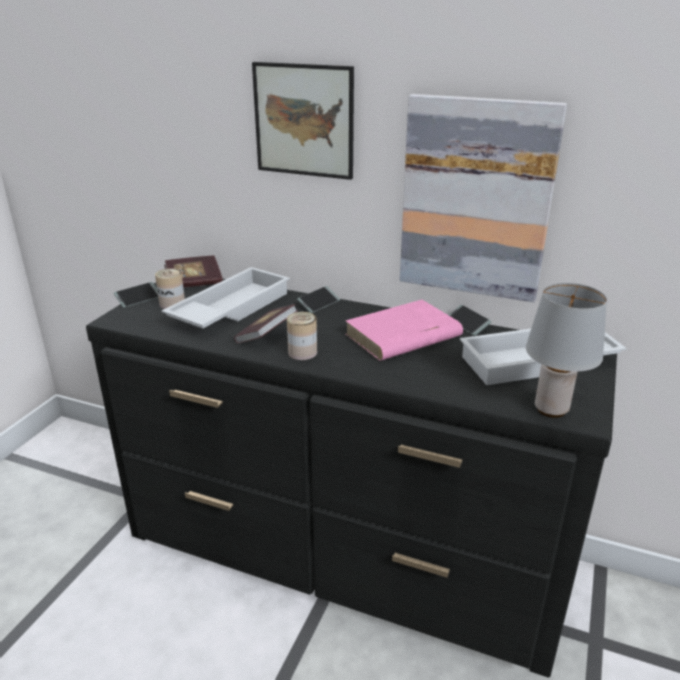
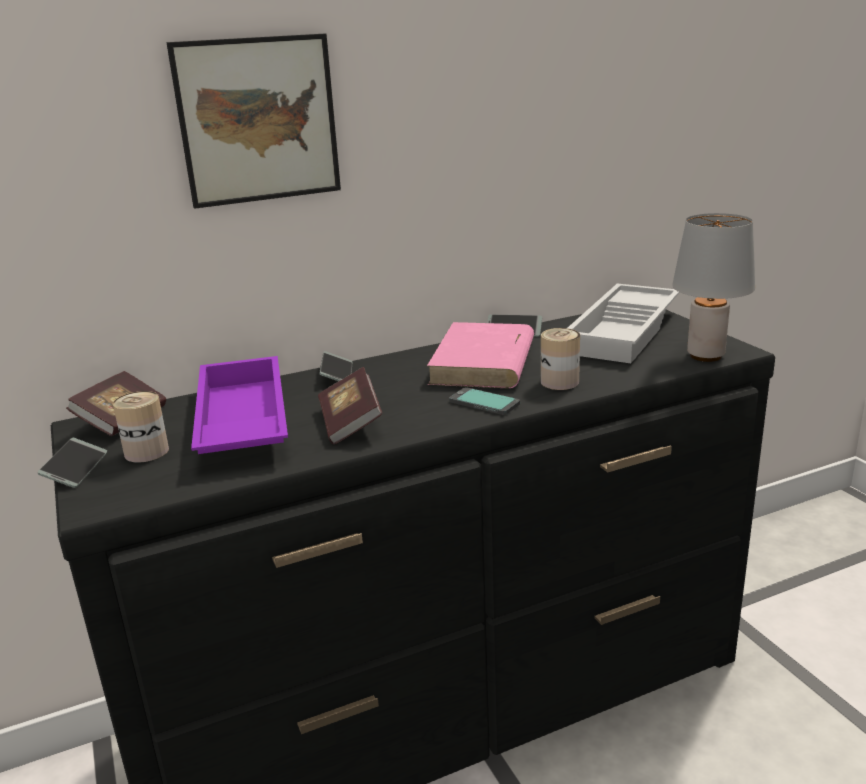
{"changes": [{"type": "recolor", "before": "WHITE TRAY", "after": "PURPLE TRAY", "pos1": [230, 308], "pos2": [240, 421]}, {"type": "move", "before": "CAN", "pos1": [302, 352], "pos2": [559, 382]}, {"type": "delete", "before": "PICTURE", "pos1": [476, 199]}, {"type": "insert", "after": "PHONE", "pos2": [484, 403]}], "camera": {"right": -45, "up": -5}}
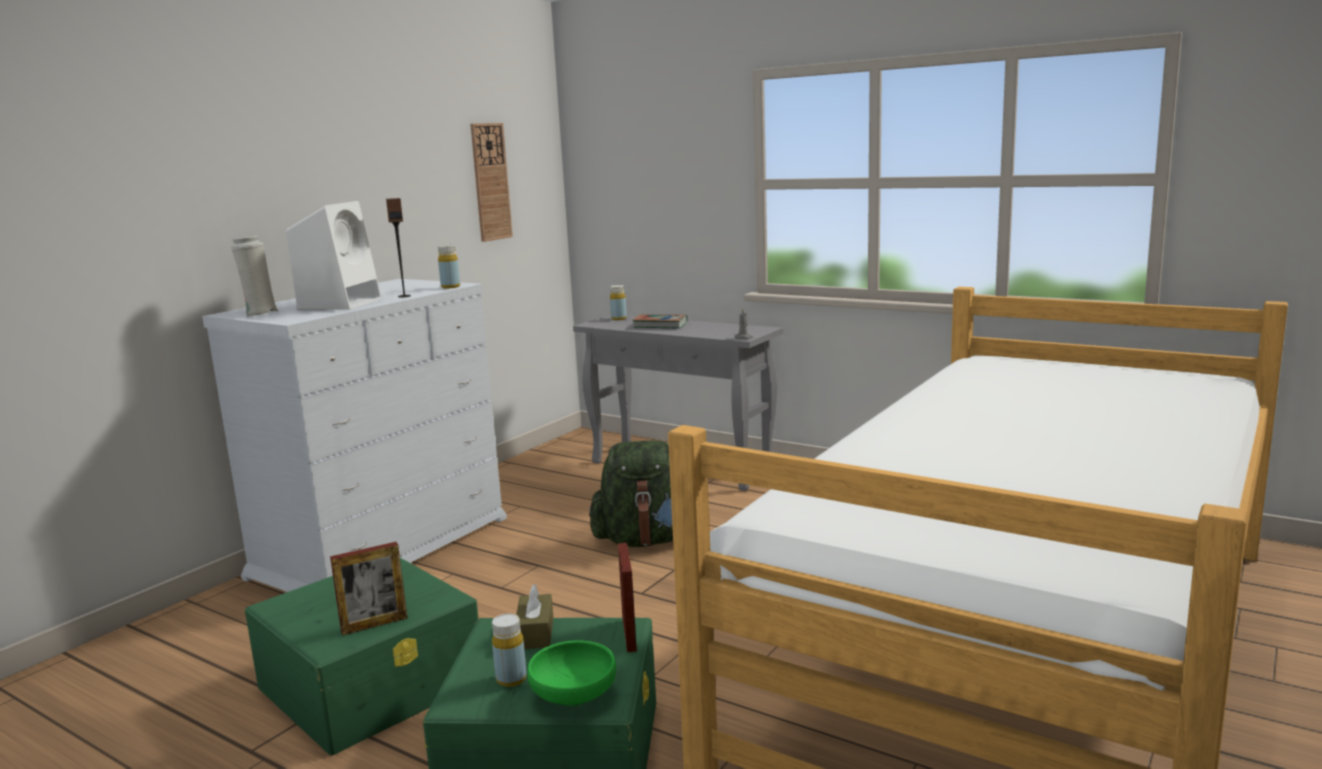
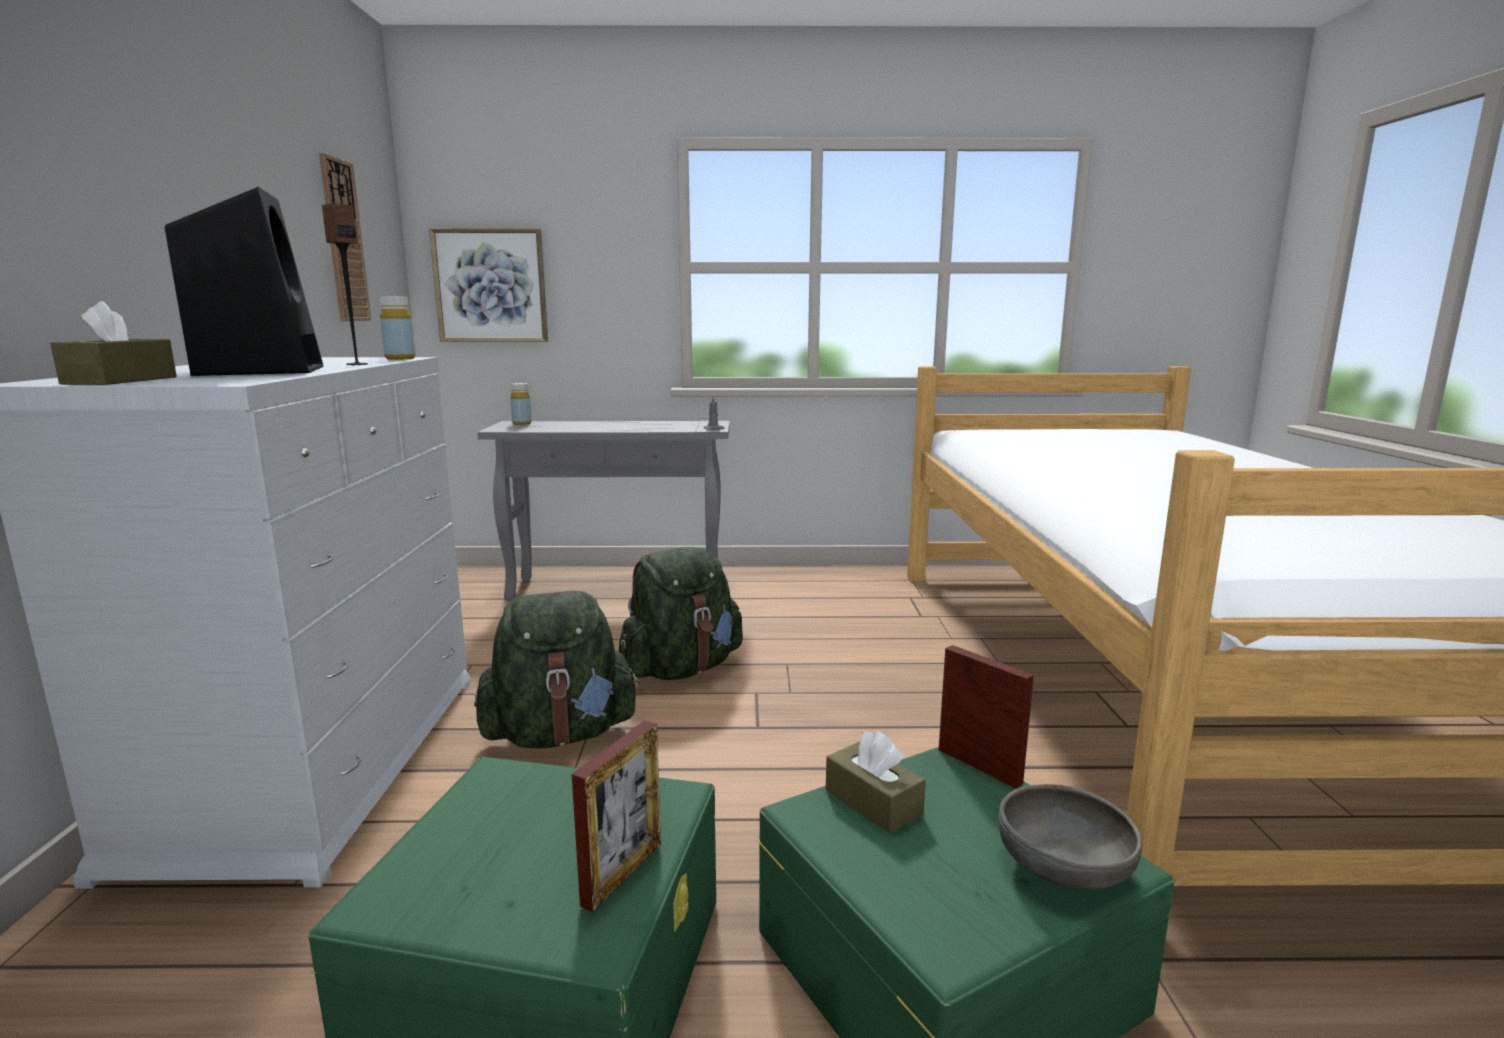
{"changes": [{"type": "replace", "before": "WHITE VASE", "after": "BROWN TISSUE BOX", "pos1": [260, 314], "pos2": [121, 380]}, {"type": "recolor", "before": "WHITE SPEAKER", "after": "BLACK SPEAKER", "pos1": [340, 303], "pos2": [261, 370]}, {"type": "delete", "before": "YELLOW BOTTLE", "pos1": [511, 679]}, {"type": "recolor", "before": "GREEN BOWL", "after": "GREY BOWL", "pos1": [574, 695], "pos2": [1062, 868]}, {"type": "delete", "before": "BOOK", "pos1": [660, 325]}, {"type": "insert", "after": "PICTURE", "pos2": [490, 286]}, {"type": "insert", "after": "GREEN BACKPACK", "pos2": [560, 734]}], "camera": {"right": -35, "up": 0}}
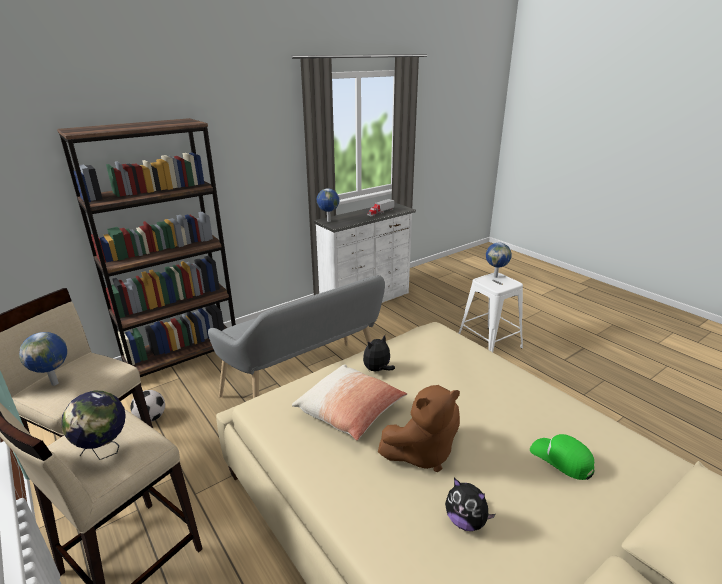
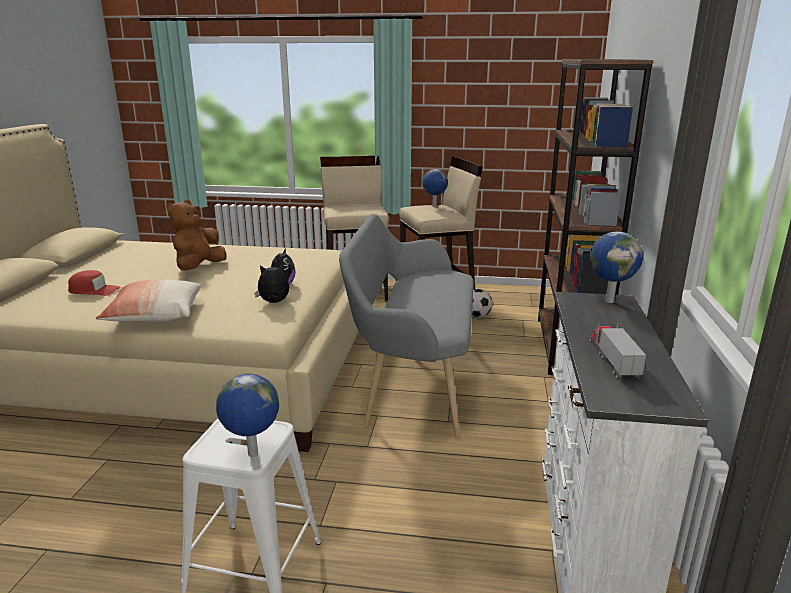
{"changes": [{"type": "delete", "before": "GLOBE", "pos1": [105, 451]}, {"type": "move", "before": "PILLOW", "pos1": [350, 411], "pos2": [155, 316]}, {"type": "move", "before": "PLUSH TOY", "pos1": [466, 521], "pos2": [274, 302]}, {"type": "recolor", "before": "GREEN CAP", "after": "RED CAP", "pos1": [561, 459], "pos2": [94, 290]}], "camera": {"right": 135, "up": -5}}
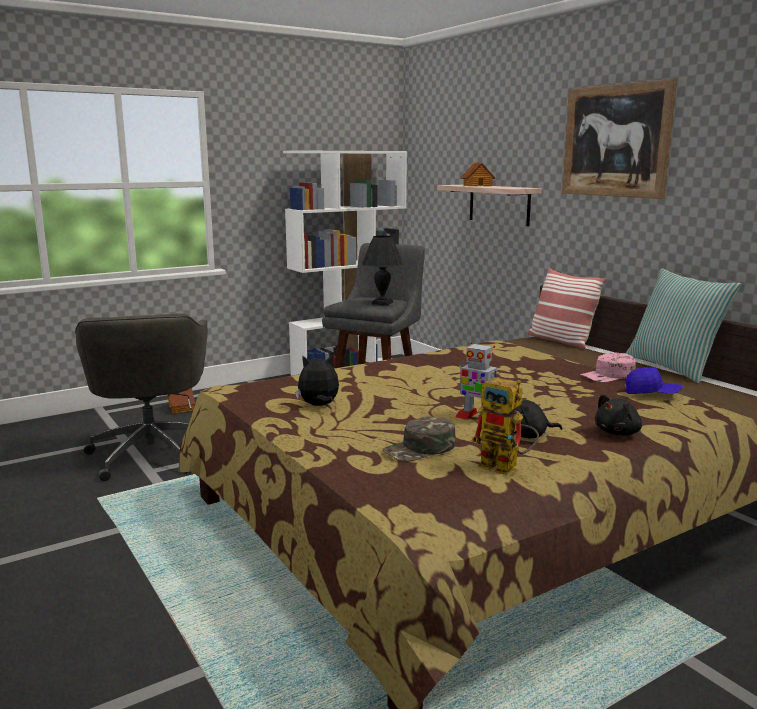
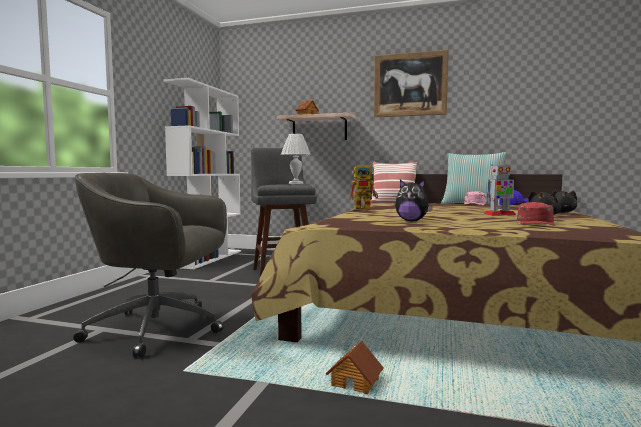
{"changes": [{"type": "rotate", "before": "GREY OFFICE CHAIR", "pos1": [152, 452], "pos2": [159, 329], "turn": 150}, {"type": "move", "before": "TOY HOUSE", "pos1": [182, 408], "pos2": [355, 382]}, {"type": "rotate", "before": "PLUSH TOY", "pos1": [319, 406], "pos2": [412, 221], "turn": -105}, {"type": "recolor", "before": "BLACK TABLE LAMP", "after": "WHITE TABLE LAMP", "pos1": [381, 303], "pos2": [295, 184]}, {"type": "recolor", "before": "GREEN CAP", "after": "RED CAP", "pos1": [420, 449], "pos2": [536, 223]}, {"type": "move", "before": "TOY ROBOT", "pos1": [506, 468], "pos2": [366, 209]}], "camera": {"right": -40, "up": -10}}
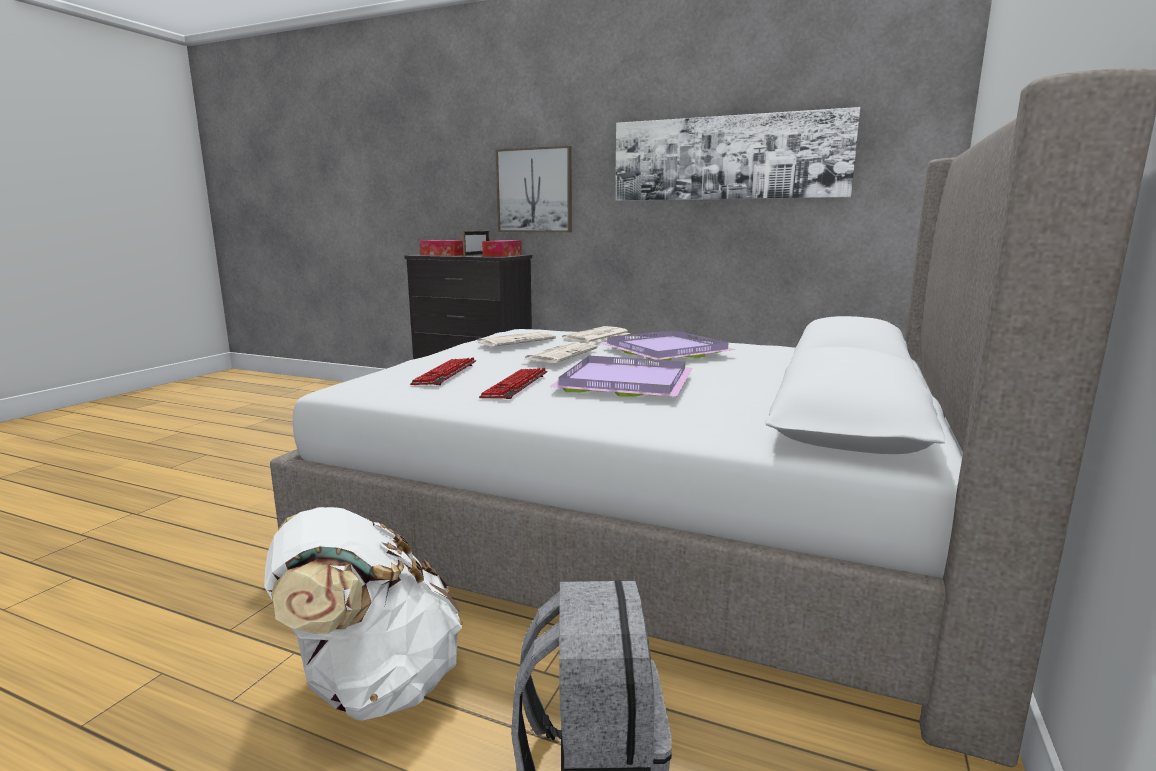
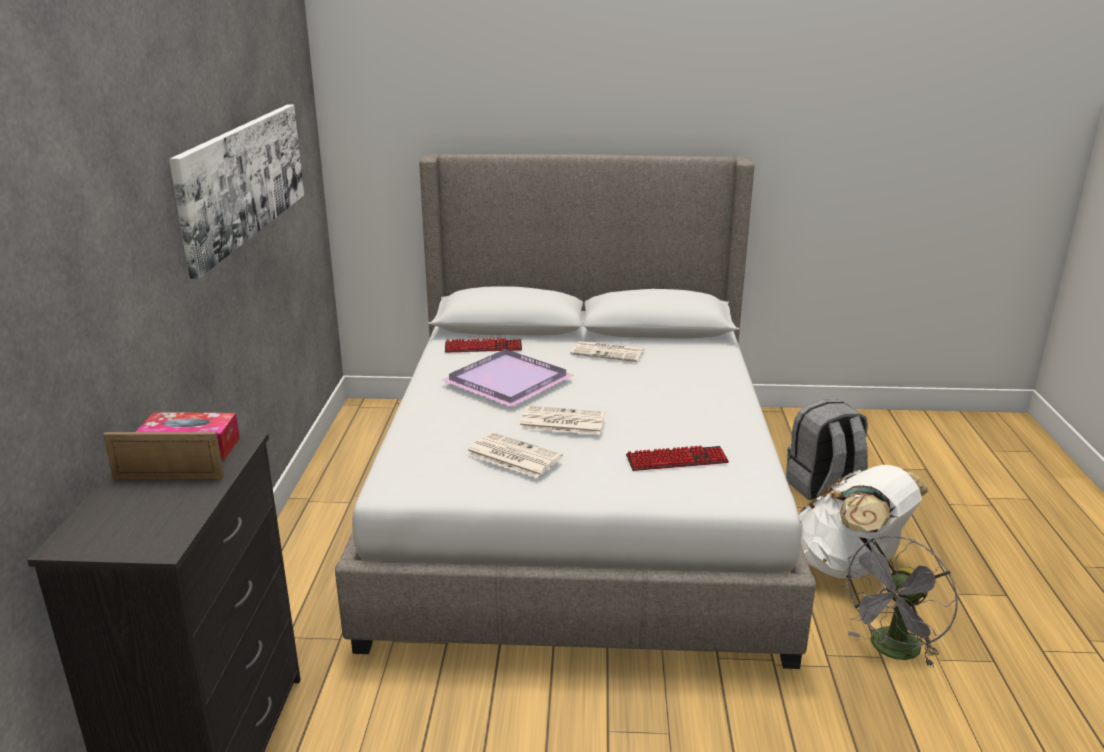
{"changes": [{"type": "delete", "before": "TISSUE BOX", "pos1": [443, 254]}, {"type": "move", "before": "KEYBOARD", "pos1": [515, 386], "pos2": [483, 347]}, {"type": "delete", "before": "PICTURE", "pos1": [534, 190]}, {"type": "delete", "before": "PURPLE TRAY", "pos1": [627, 382]}, {"type": "move", "before": "NEWSPAPER", "pos1": [596, 336], "pos2": [608, 352]}, {"type": "insert", "after": "GREY FAN", "pos2": [892, 651]}], "camera": {"right": -110, "up": 10}}
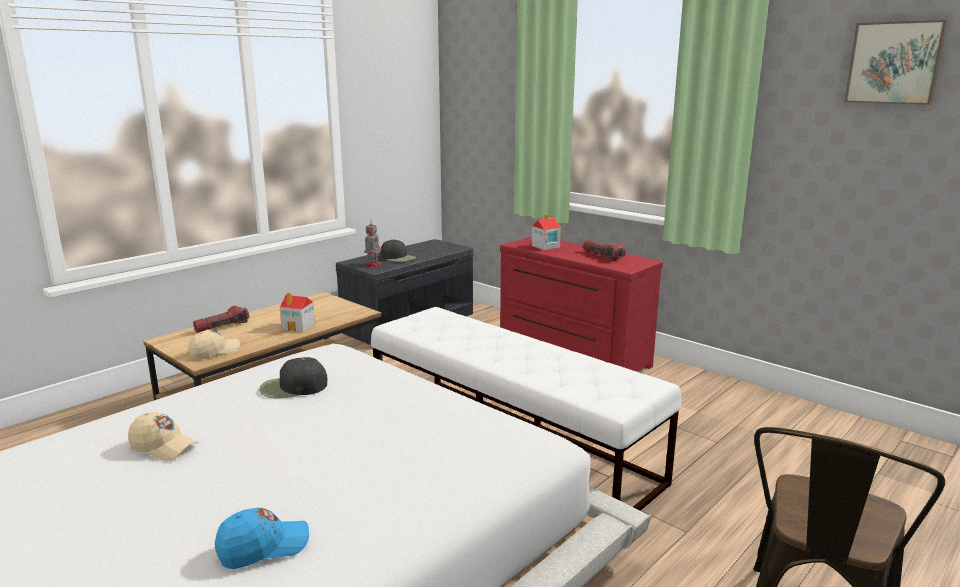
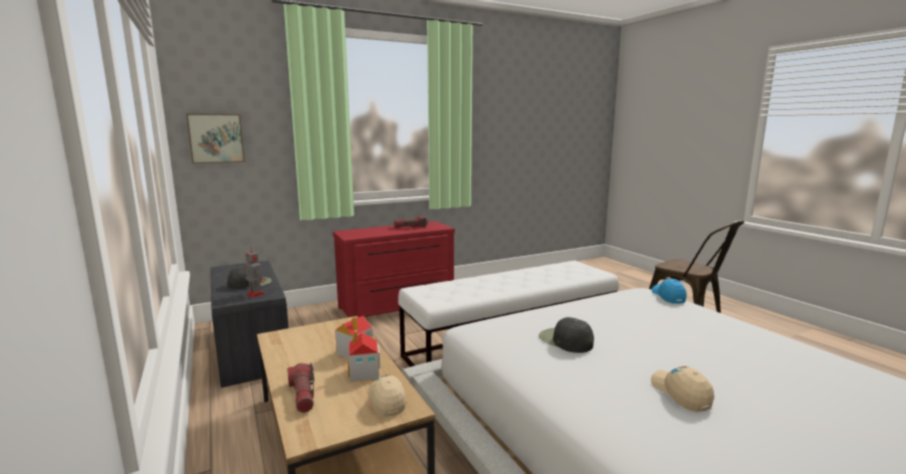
{"changes": [{"type": "rotate", "before": "BEIGE CAP", "pos1": [163, 447], "pos2": [680, 394], "turn": -60}, {"type": "move", "before": "BLUE CAP", "pos1": [264, 548], "pos2": [668, 296]}, {"type": "rotate", "before": "BLACK CAP", "pos1": [293, 387], "pos2": [565, 340], "turn": 135}, {"type": "move", "before": "TOY HOUSE", "pos1": [545, 246], "pos2": [364, 373]}, {"type": "move", "before": "PICTURE", "pos1": [894, 63], "pos2": [216, 138]}], "camera": {"right": -70, "up": -5}}
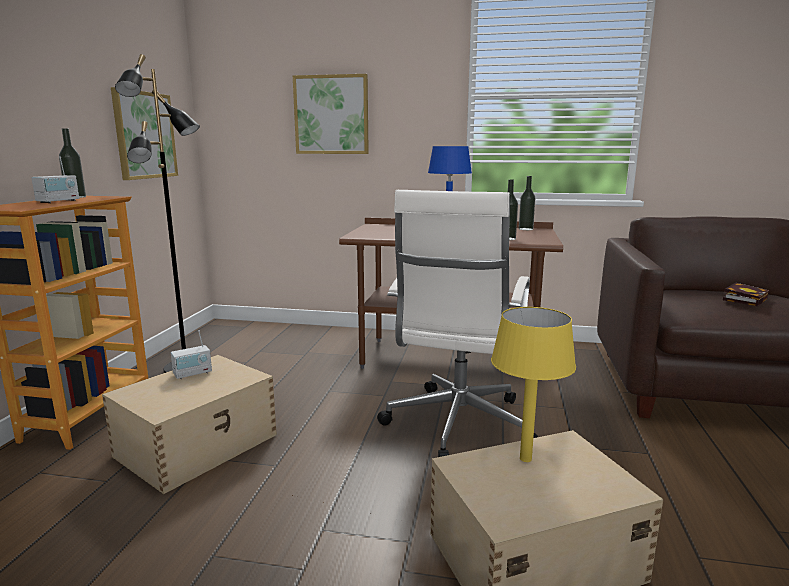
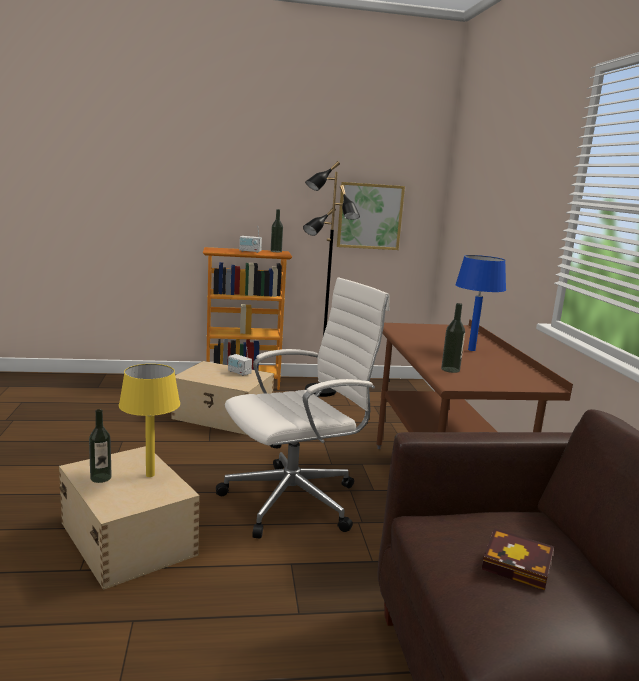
{"changes": [{"type": "delete", "before": "PICTURE", "pos1": [331, 115]}, {"type": "rotate", "before": "WHITE OFFICE CHAIR", "pos1": [457, 426], "pos2": [296, 500], "turn": 150}, {"type": "move", "before": "BOTTLE", "pos1": [525, 229], "pos2": [101, 478]}], "camera": {"right": 70, "up": 0}}
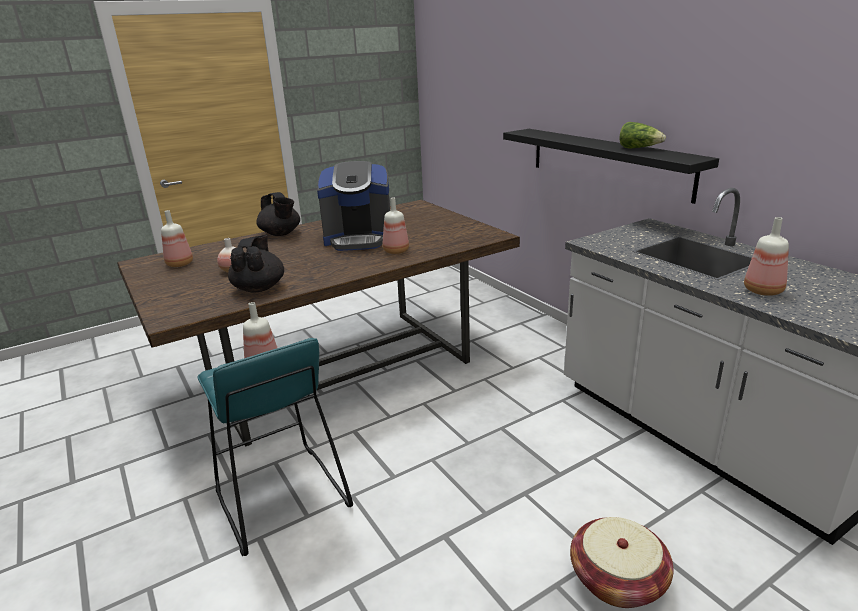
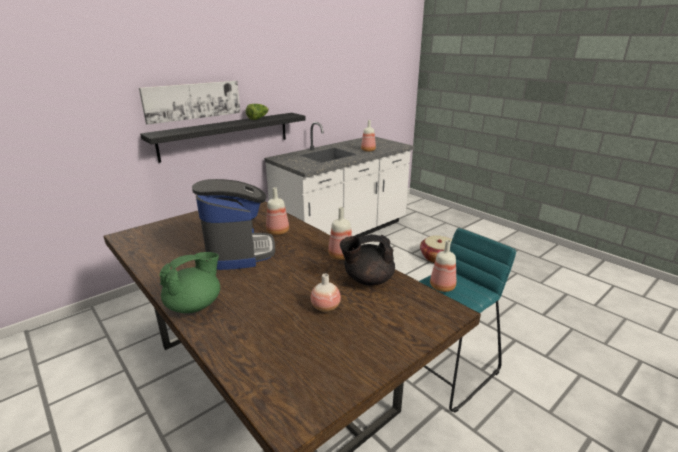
{"changes": [{"type": "move", "before": "BOTTLE", "pos1": [181, 264], "pos2": [340, 255]}, {"type": "recolor", "before": "BLACK TEAPOT", "after": "GREEN TEAPOT", "pos1": [281, 234], "pos2": [195, 305]}, {"type": "insert", "after": "PICTURE", "pos2": [193, 101]}], "camera": {"right": -100, "up": 0}}
